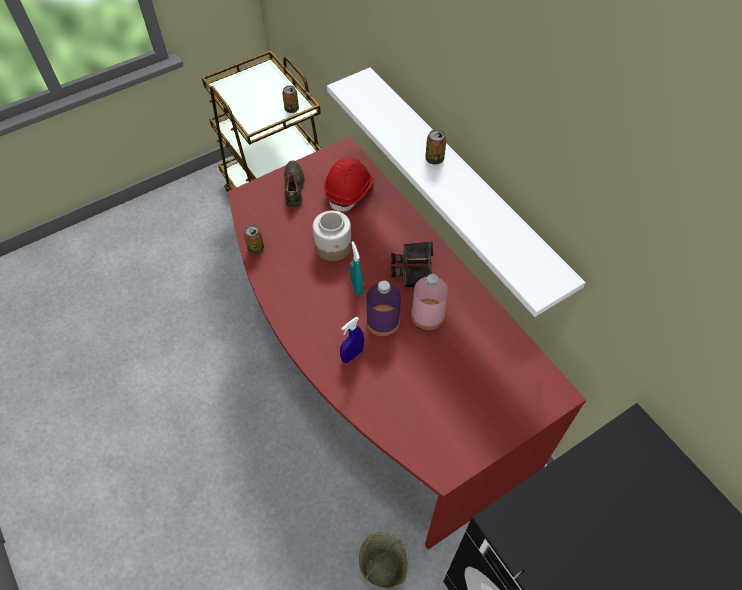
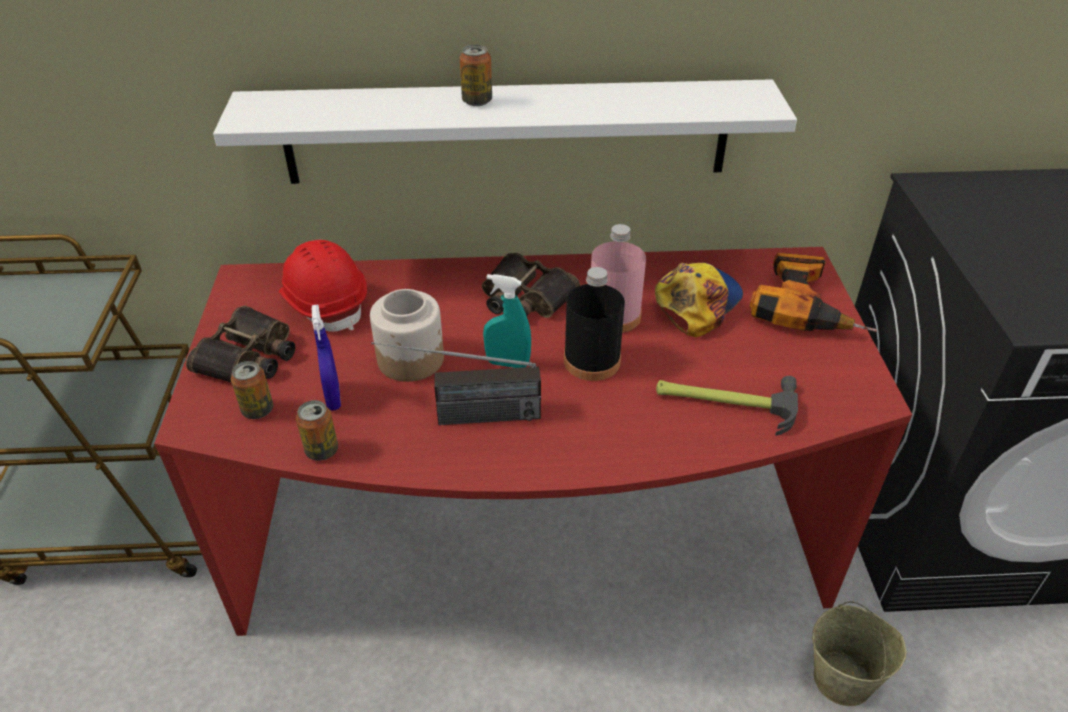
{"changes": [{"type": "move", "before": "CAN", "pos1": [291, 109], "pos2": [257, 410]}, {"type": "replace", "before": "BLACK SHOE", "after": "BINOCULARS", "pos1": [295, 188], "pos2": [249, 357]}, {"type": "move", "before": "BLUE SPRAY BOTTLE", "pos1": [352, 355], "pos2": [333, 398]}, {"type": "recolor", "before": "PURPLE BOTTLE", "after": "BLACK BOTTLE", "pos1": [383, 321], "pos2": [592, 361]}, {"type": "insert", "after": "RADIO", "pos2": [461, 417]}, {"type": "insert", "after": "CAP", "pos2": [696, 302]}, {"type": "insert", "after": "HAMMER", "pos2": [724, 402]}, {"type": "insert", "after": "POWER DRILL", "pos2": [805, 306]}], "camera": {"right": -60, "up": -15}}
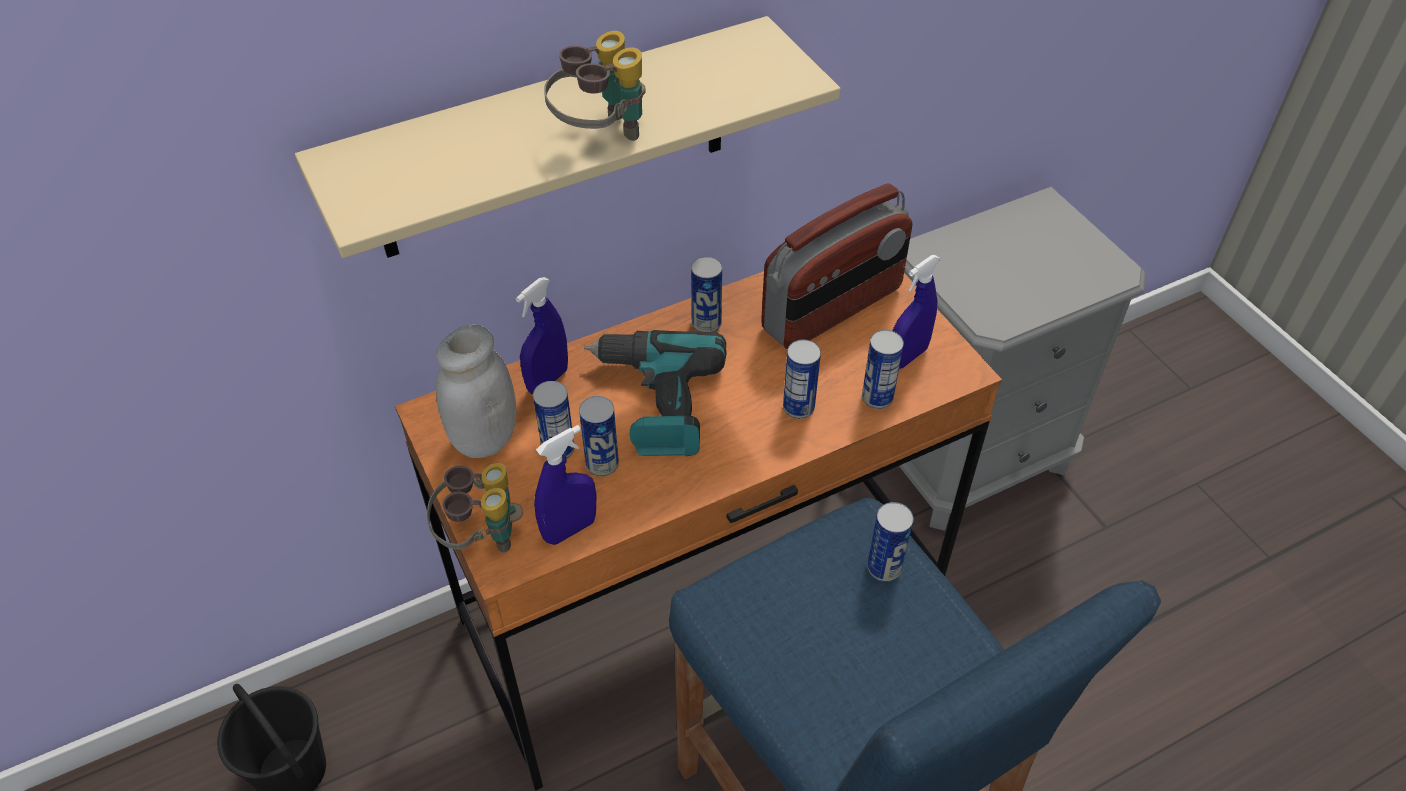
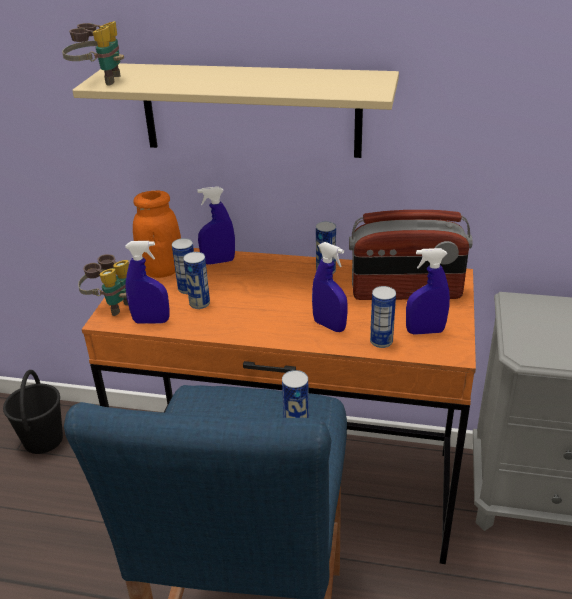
{"changes": [{"type": "recolor", "before": "WHITE JAR", "after": "ORANGE JAR", "pos1": [484, 438], "pos2": [162, 271]}, {"type": "move", "before": "BINOCULARS", "pos1": [601, 135], "pos2": [99, 81]}, {"type": "delete", "before": "POWER DRILL", "pos1": [655, 402]}, {"type": "replace", "before": "CAN", "after": "BLUE SPRAY BOTTLE", "pos1": [798, 408], "pos2": [329, 326]}], "camera": {"right": 40, "up": -15}}
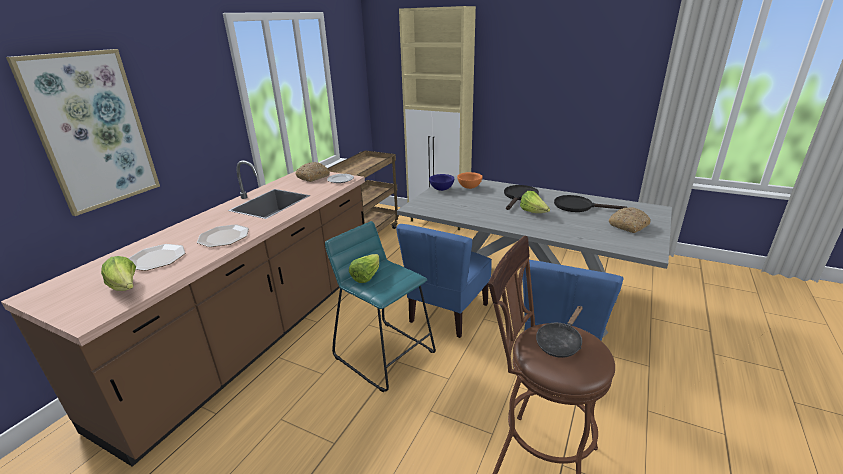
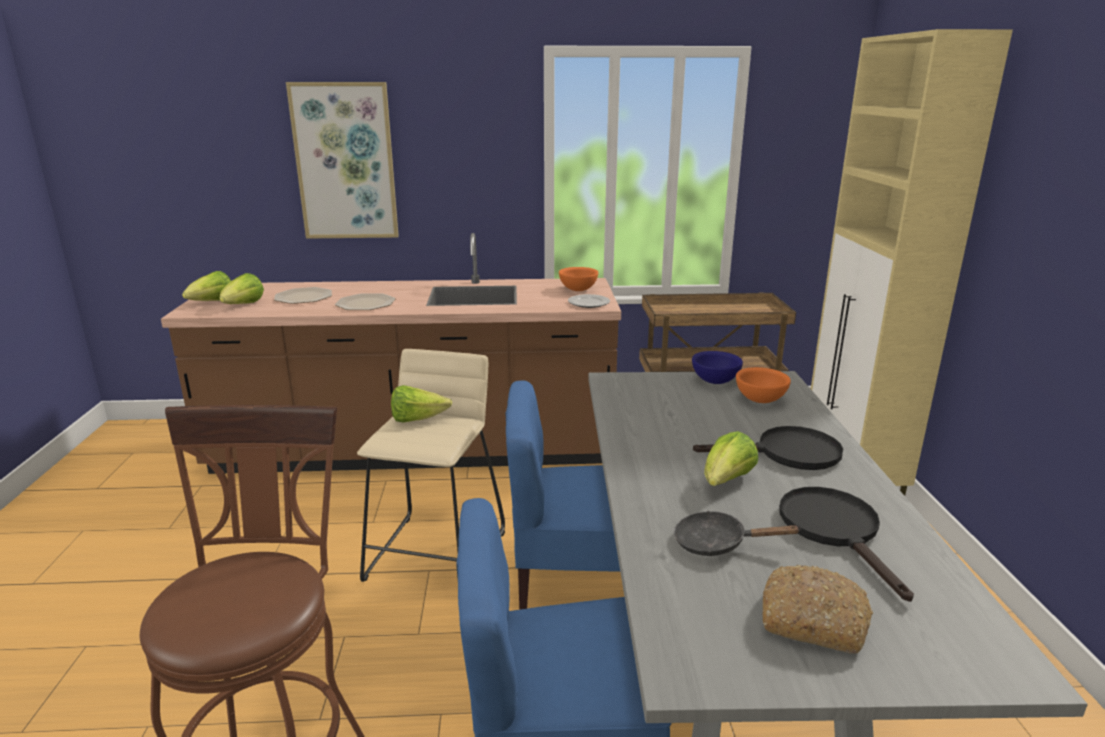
{"changes": [{"type": "replace", "before": "BREAD", "after": "ORANGE BOWL", "pos1": [313, 177], "pos2": [578, 290]}, {"type": "recolor", "before": "TURQUOISE STOOL", "after": "BEIGE STOOL", "pos1": [385, 354], "pos2": [437, 555]}, {"type": "move", "before": "BLACK FRYING PAN", "pos1": [560, 342], "pos2": [717, 543]}, {"type": "insert", "after": "LETTUCE", "pos2": [212, 302]}], "camera": {"right": 60, "up": -5}}
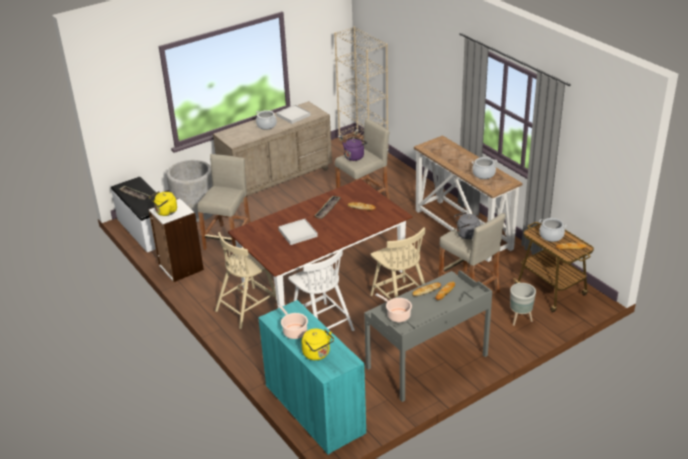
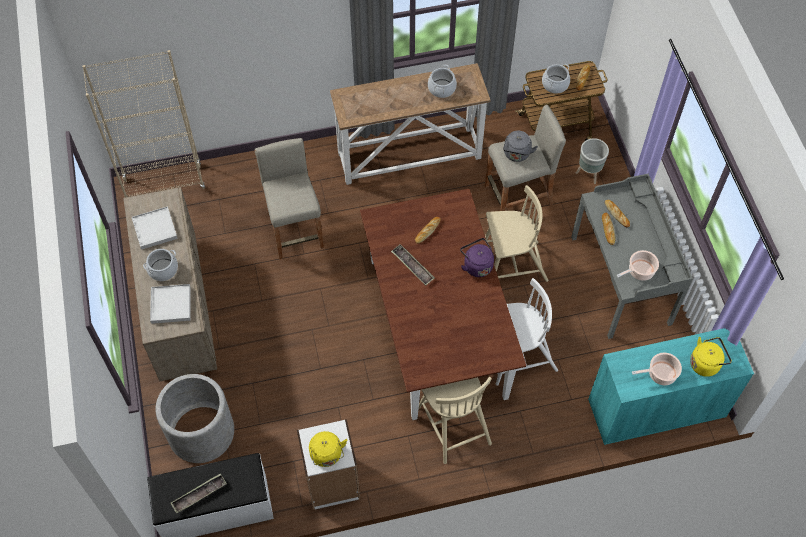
{"changes": [{"type": "delete", "before": "BEIGE STOOL", "pos1": [228, 239]}, {"type": "move", "before": "WHITE TRAY", "pos1": [297, 233], "pos2": [171, 305]}, {"type": "move", "before": "PURPLE KETTLE", "pos1": [355, 156], "pos2": [476, 265]}], "camera": {"right": -70, "up": 25}}
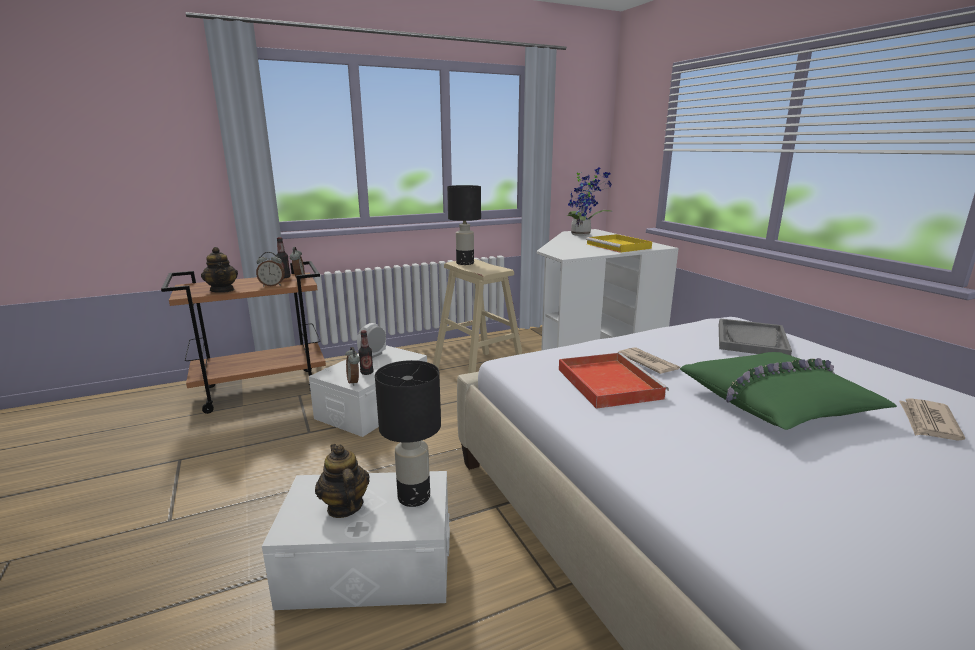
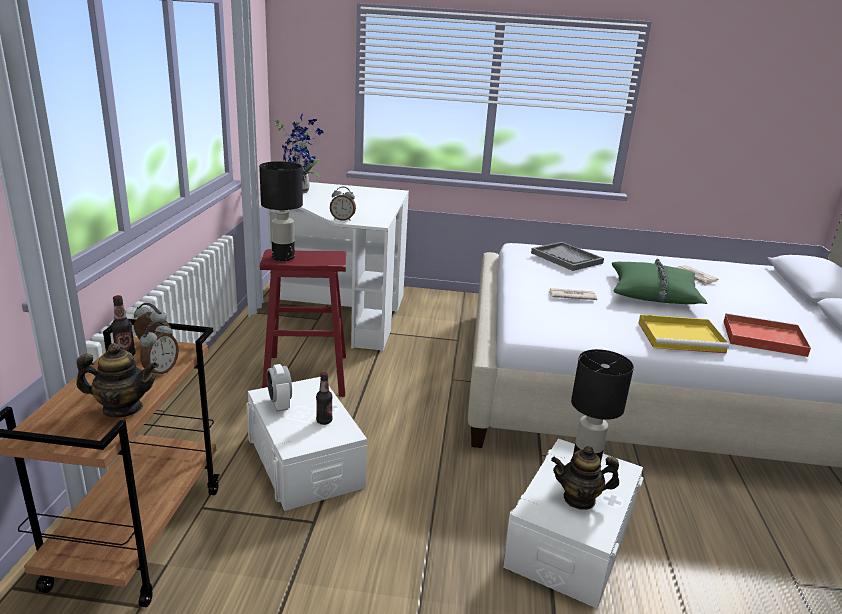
{"changes": [{"type": "move", "before": "ALARM CLOCK", "pos1": [354, 382], "pos2": [342, 219]}, {"type": "recolor", "before": "BEIGE STOOL", "after": "RED STOOL", "pos1": [478, 370], "pos2": [306, 375]}, {"type": "move", "before": "RED TRAY", "pos1": [607, 382], "pos2": [761, 338]}, {"type": "move", "before": "YELLOW TRAY", "pos1": [619, 246], "pos2": [682, 337]}], "camera": {"right": -60, "up": 5}}
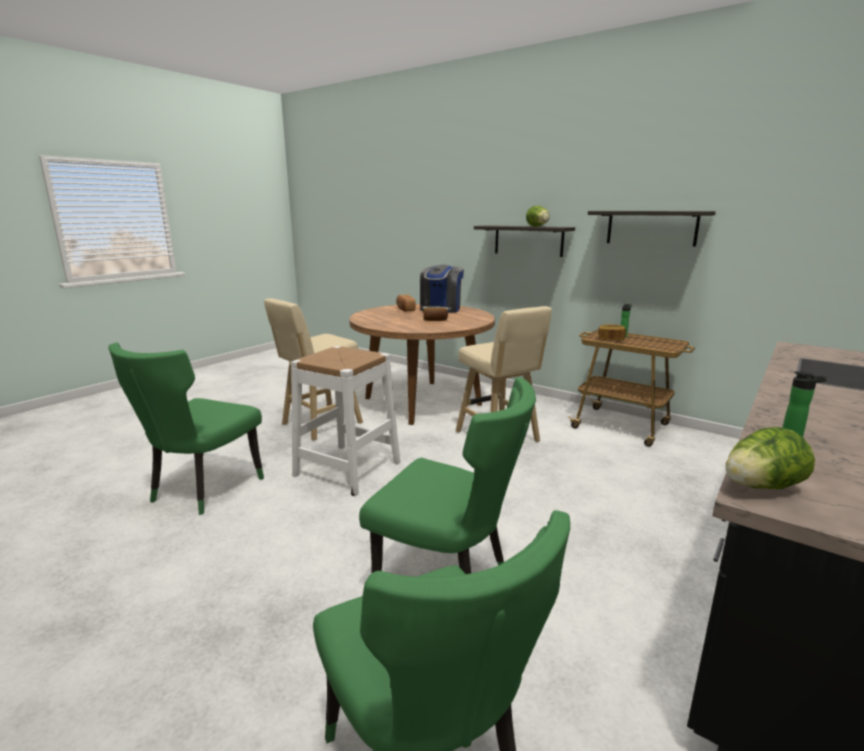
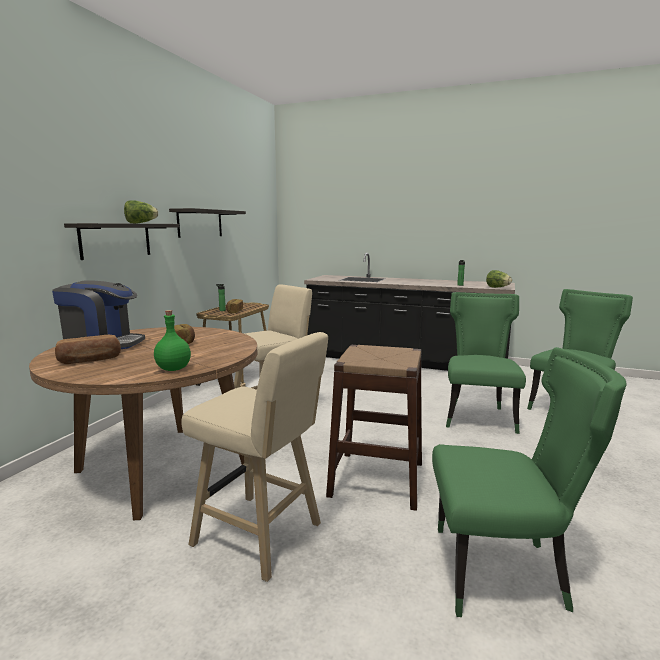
{"changes": [{"type": "recolor", "before": "WHITE STOOL", "after": "BROWN STOOL", "pos1": [347, 469], "pos2": [377, 478]}, {"type": "insert", "after": "GREEN BOTTLE", "pos2": [173, 369]}], "camera": {"right": -105, "up": -5}}
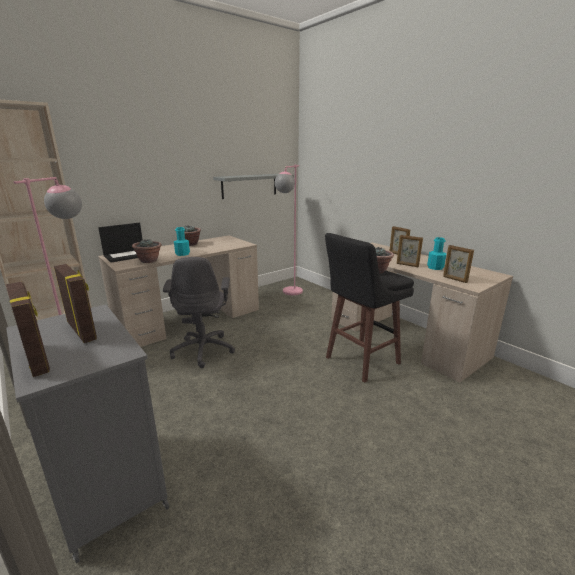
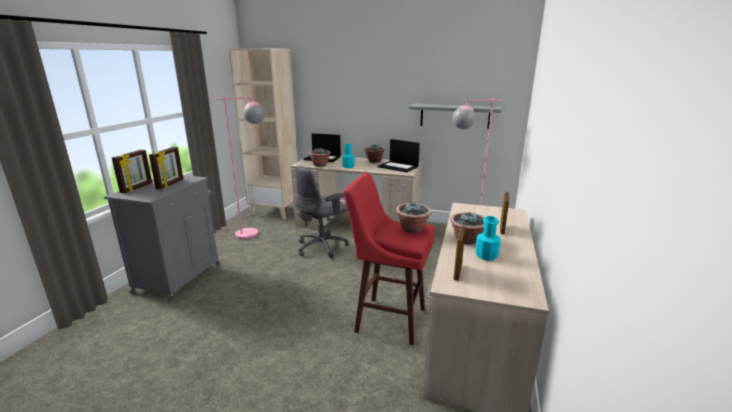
{"changes": [{"type": "recolor", "before": "BLACK STOOL", "after": "RED STOOL", "pos1": [360, 361], "pos2": [388, 319]}, {"type": "replace", "before": "PICTURE FRAME", "after": "POTTED PLANT", "pos1": [407, 265], "pos2": [467, 240]}, {"type": "insert", "after": "LAPTOP", "pos2": [398, 167]}], "camera": {"right": 55, "up": 0}}
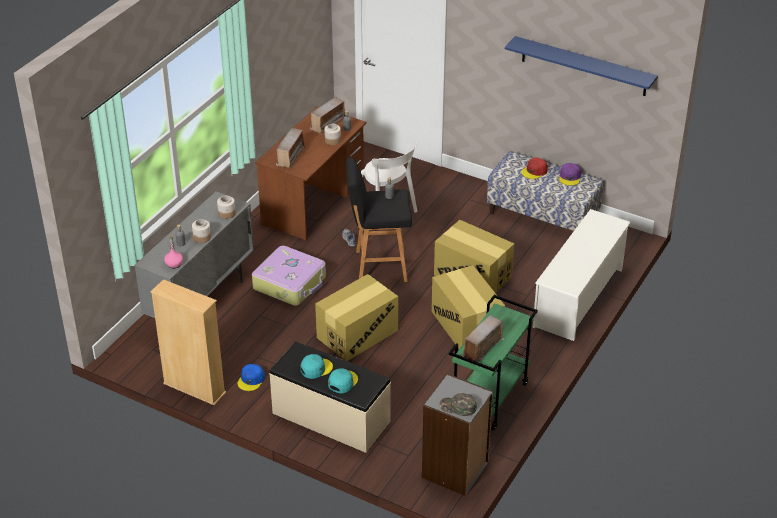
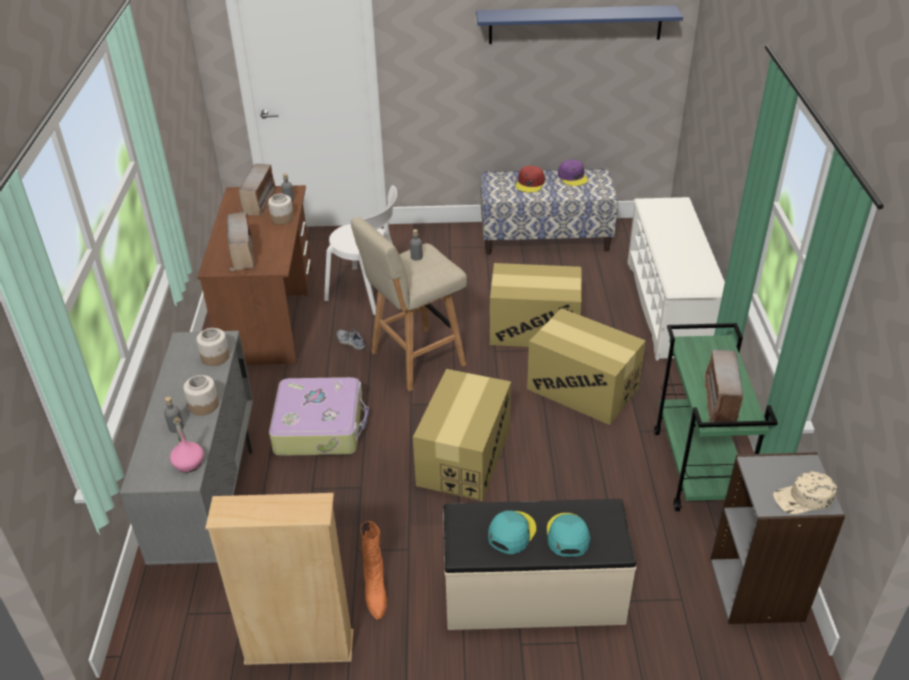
{"changes": [{"type": "replace", "before": "BLUE CAP", "after": "ORANGE BOOT", "pos1": [251, 380], "pos2": [375, 591]}, {"type": "recolor", "before": "BLACK STOOL", "after": "BEIGE STOOL", "pos1": [378, 266], "pos2": [415, 360]}, {"type": "recolor", "before": "GREEN CAP", "after": "BEIGE CAP", "pos1": [457, 407], "pos2": [804, 498]}], "camera": {"right": -30, "up": 0}}
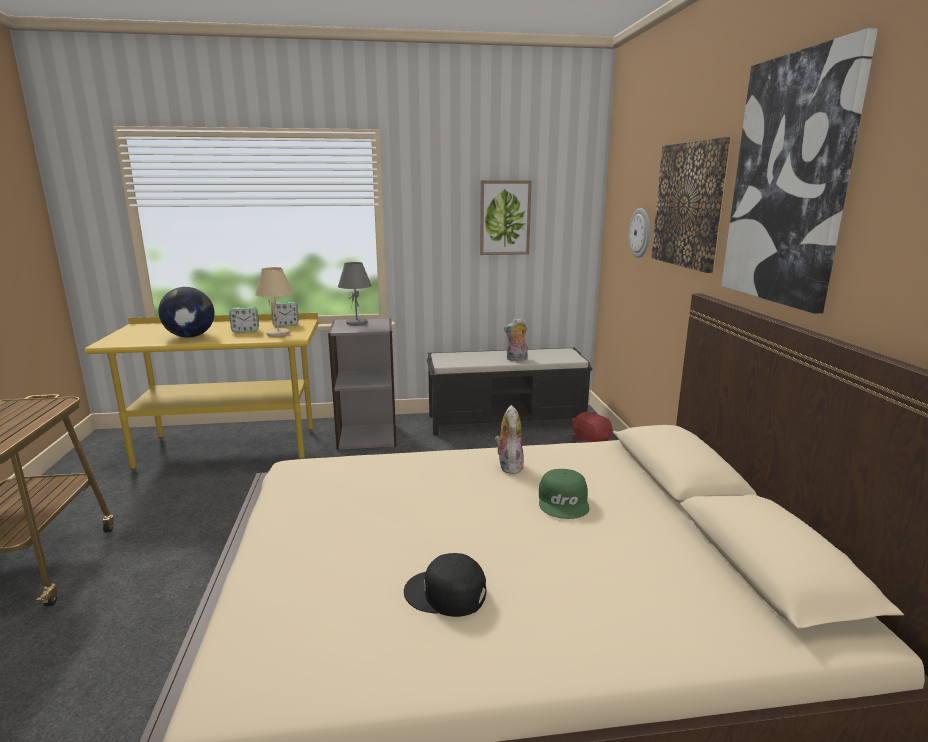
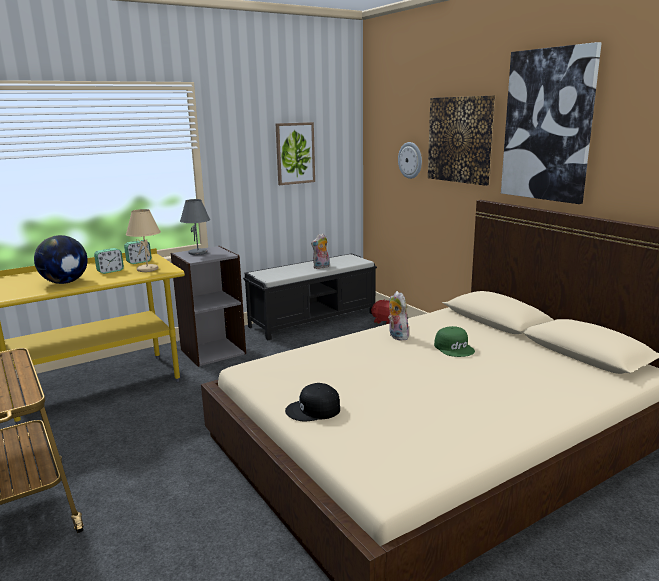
{"changes": [{"type": "move", "before": "BLACK CAP", "pos1": [445, 594], "pos2": [314, 410]}], "camera": {"right": -25, "up": 0}}
